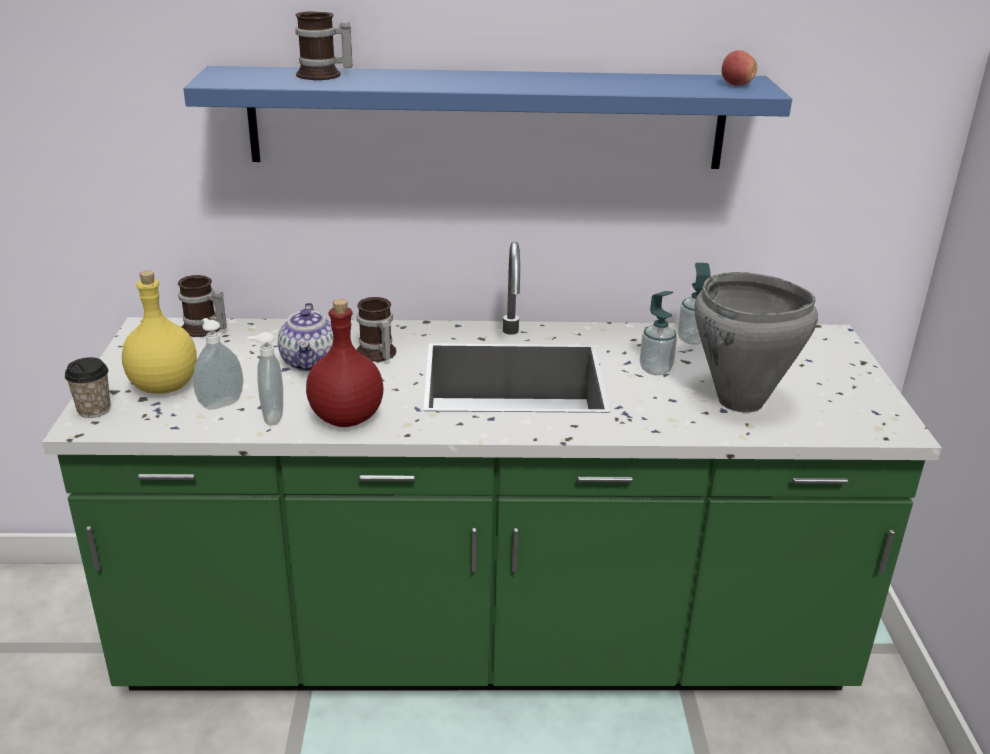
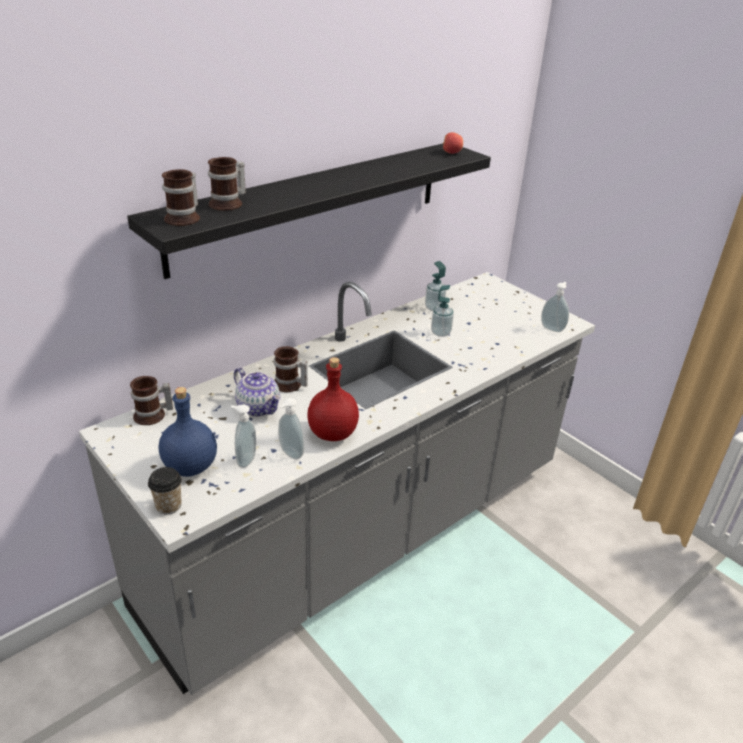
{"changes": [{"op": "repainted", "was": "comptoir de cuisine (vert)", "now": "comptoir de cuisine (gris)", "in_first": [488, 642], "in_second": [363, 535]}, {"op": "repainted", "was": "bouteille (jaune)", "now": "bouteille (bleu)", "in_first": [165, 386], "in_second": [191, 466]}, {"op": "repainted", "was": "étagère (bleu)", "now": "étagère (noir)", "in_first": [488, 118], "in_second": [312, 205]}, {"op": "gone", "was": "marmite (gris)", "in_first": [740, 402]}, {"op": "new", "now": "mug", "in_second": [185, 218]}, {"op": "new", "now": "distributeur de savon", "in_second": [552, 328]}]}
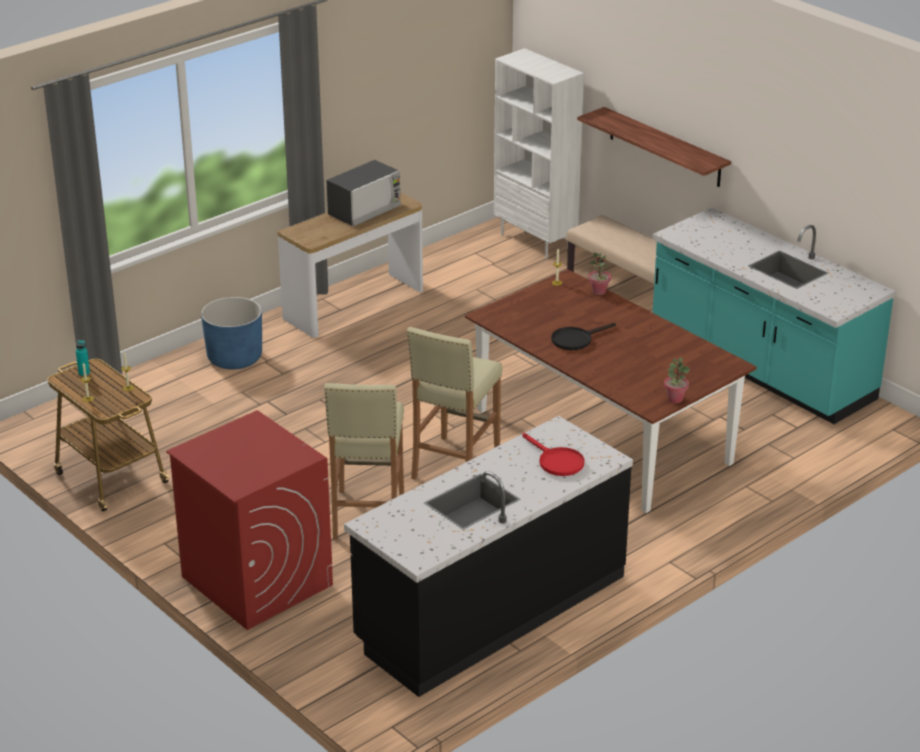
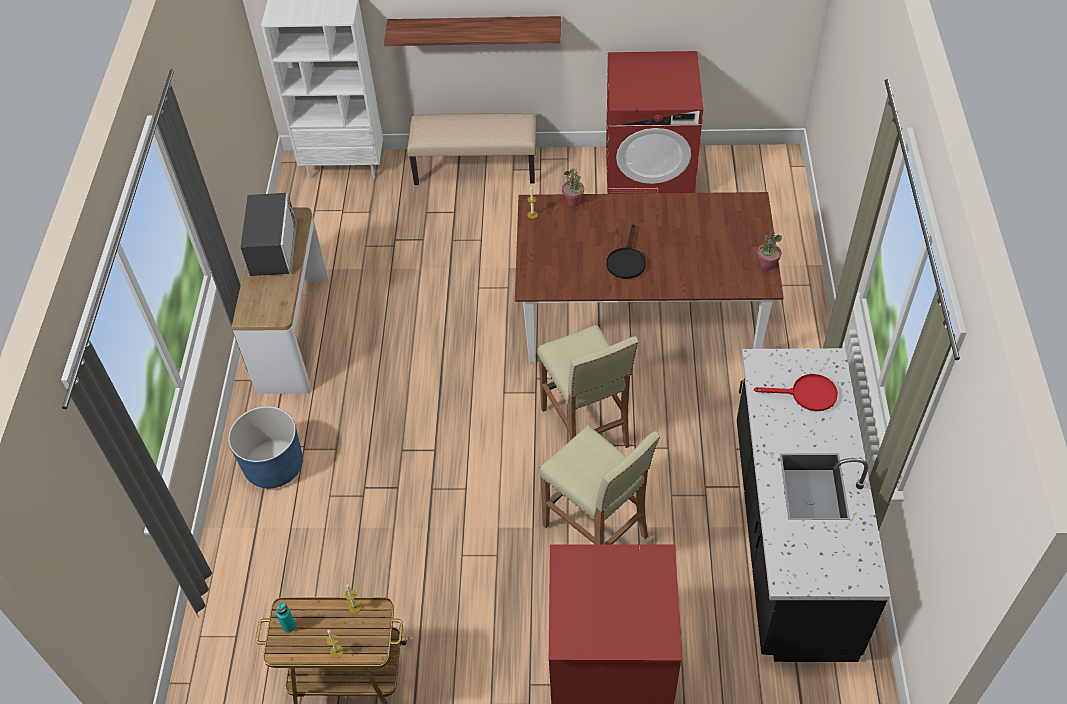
{"changes": [{"op": "swapped", "was": "comptoir de cuisine (turquoise)", "now": "lave-linge (rouge)", "in_first": [760, 367], "in_second": [649, 174]}]}
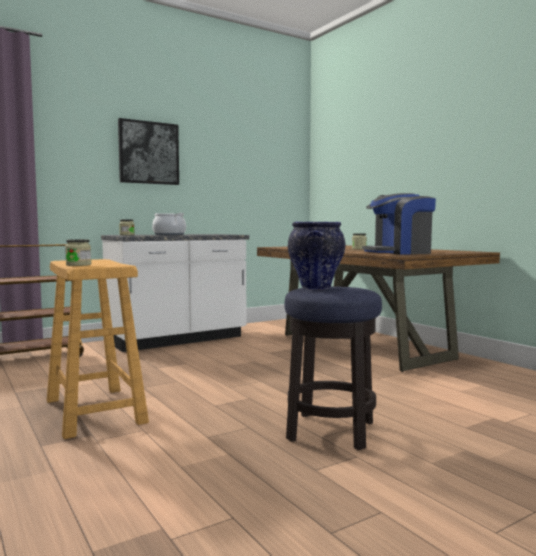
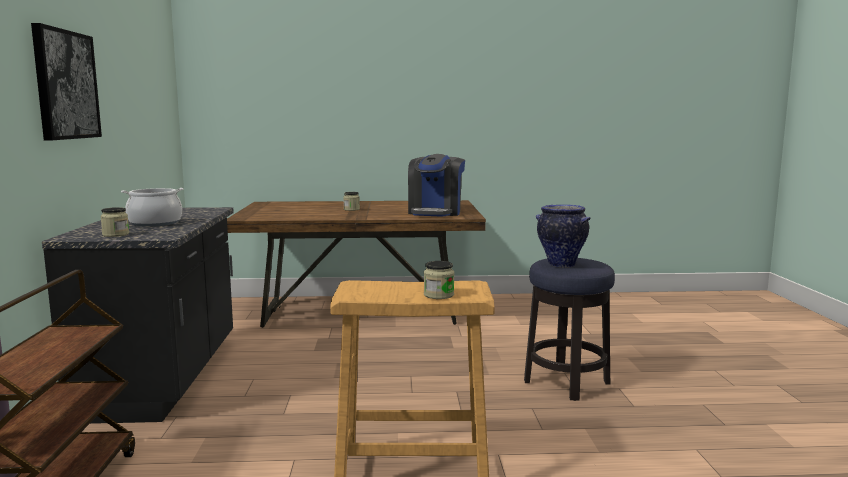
{"changes": [{"op": "repainted", "was": "comptoir de cuisine (blanc)", "now": "comptoir de cuisine (noir)", "in_first": [177, 340], "in_second": [164, 378]}]}
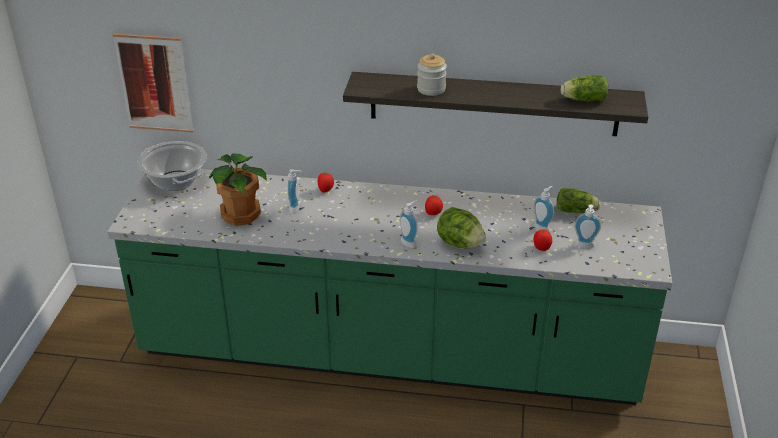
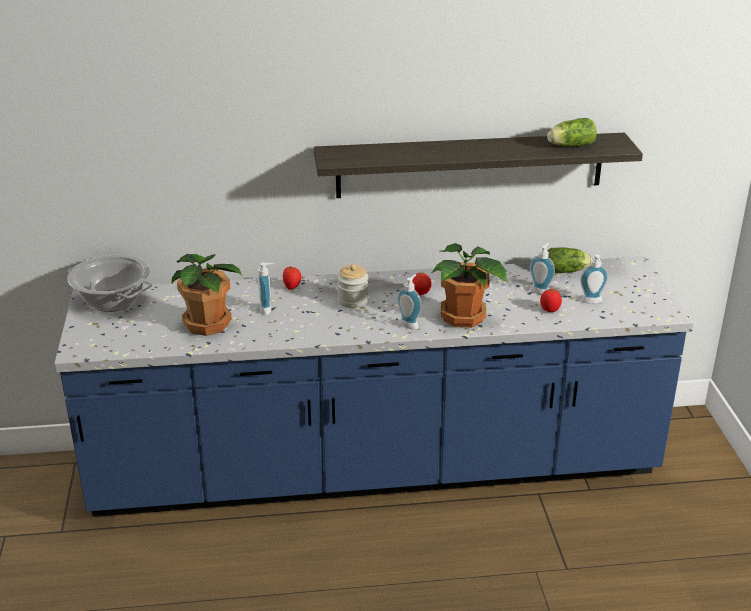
{"changes": [{"op": "repainted", "was": "comptoir de cuisine (vert)", "now": "comptoir de cuisine (bleu)", "in_first": [389, 356], "in_second": [375, 471]}, {"op": "gone", "was": "tableau", "in_first": [154, 83]}, {"op": "shifted", "was": "bocal", "in_first": [431, 89], "in_second": [353, 301]}, {"op": "swapped", "was": "laitue", "now": "plante en pot", "in_first": [460, 243], "in_second": [464, 318]}]}
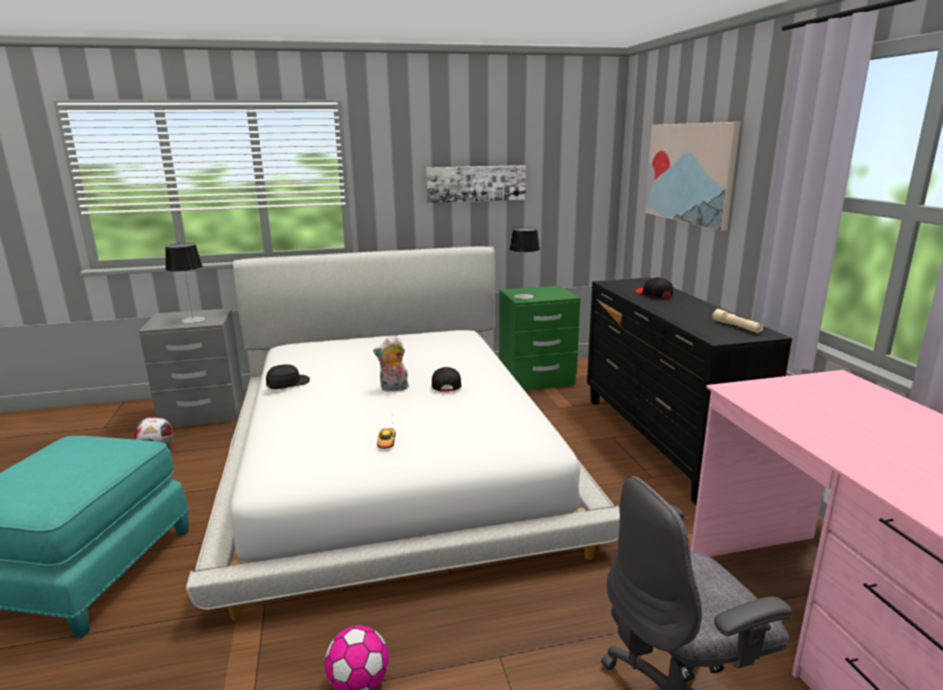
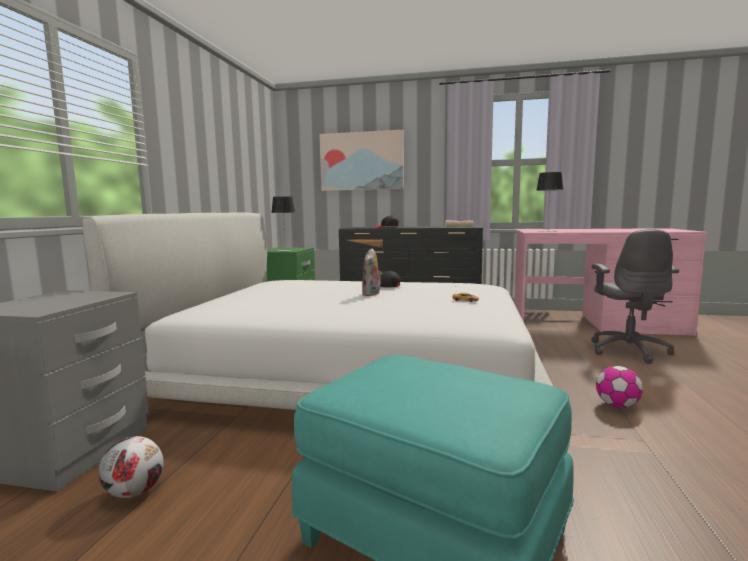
{"changes": [{"op": "shifted", "was": "lampe de table", "in_first": [193, 320], "in_second": [547, 231]}, {"op": "gone", "was": "casquette (noir)", "in_first": [287, 383]}, {"op": "gone", "was": "tableau", "in_first": [476, 183]}]}
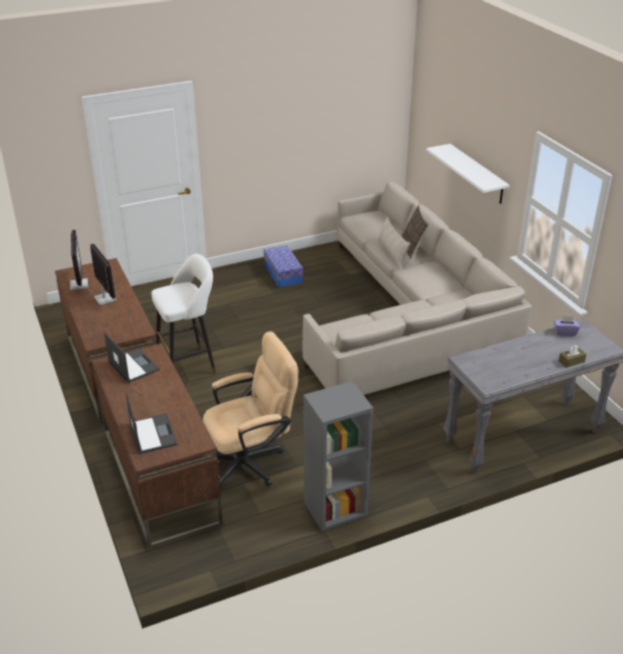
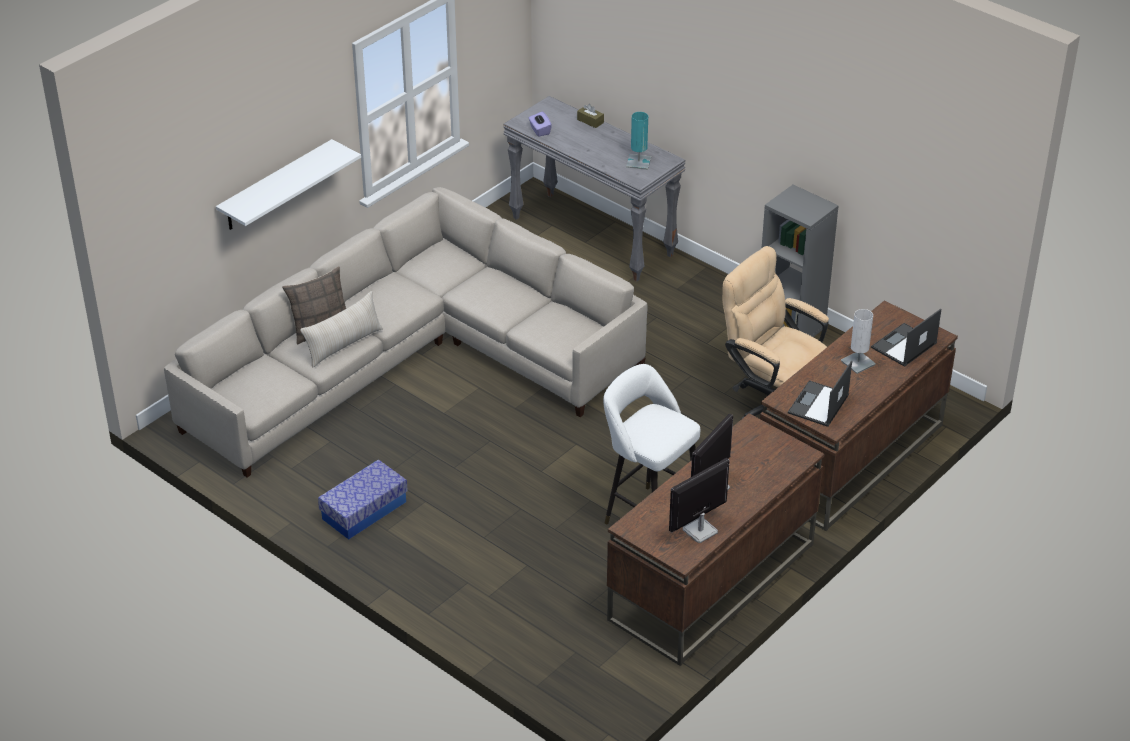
{"changes": [{"op": "new", "now": "lampe de table (turquoise)", "in_second": [638, 162]}, {"op": "new", "now": "lampe de table (blanc)", "in_second": [858, 363]}]}
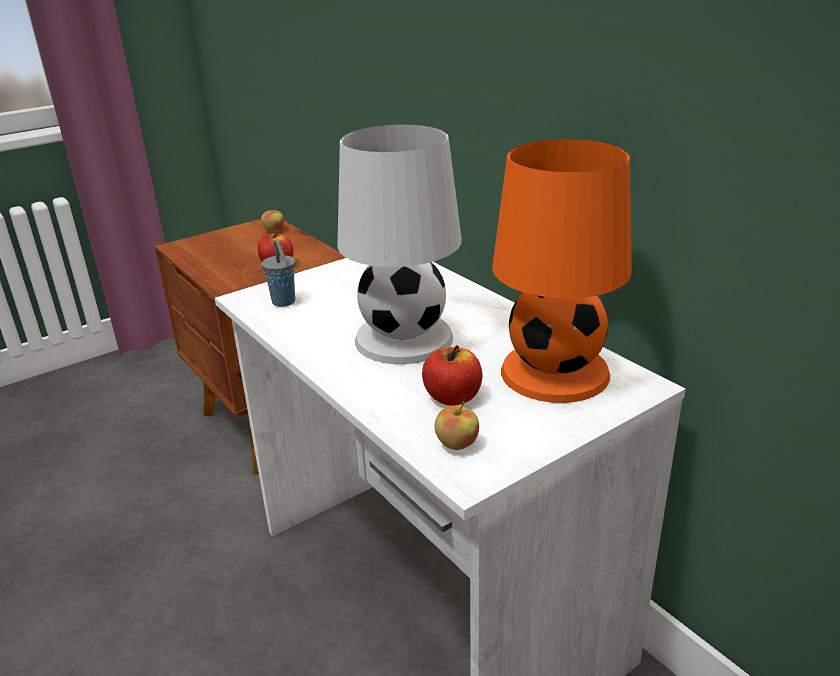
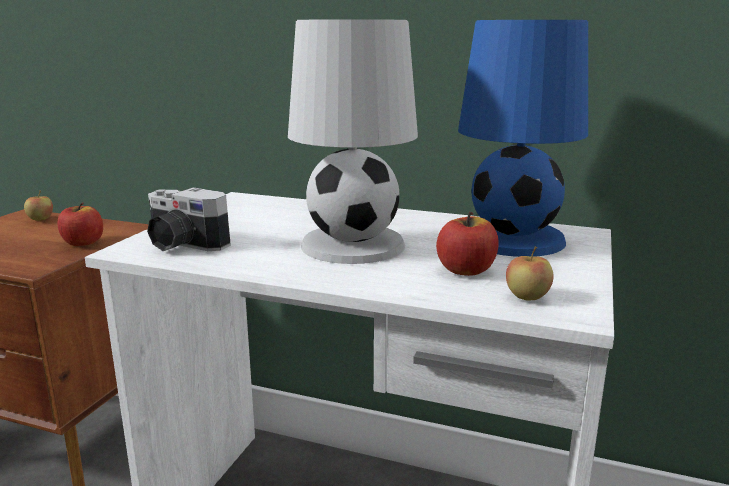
{"changes": [{"op": "swapped", "was": "tasse (gris)", "now": "appareil photo", "in_first": [284, 302], "in_second": [182, 245]}, {"op": "repainted", "was": "lampe de table (orange)", "now": "lampe de table (bleu)", "in_first": [553, 372], "in_second": [511, 239]}]}
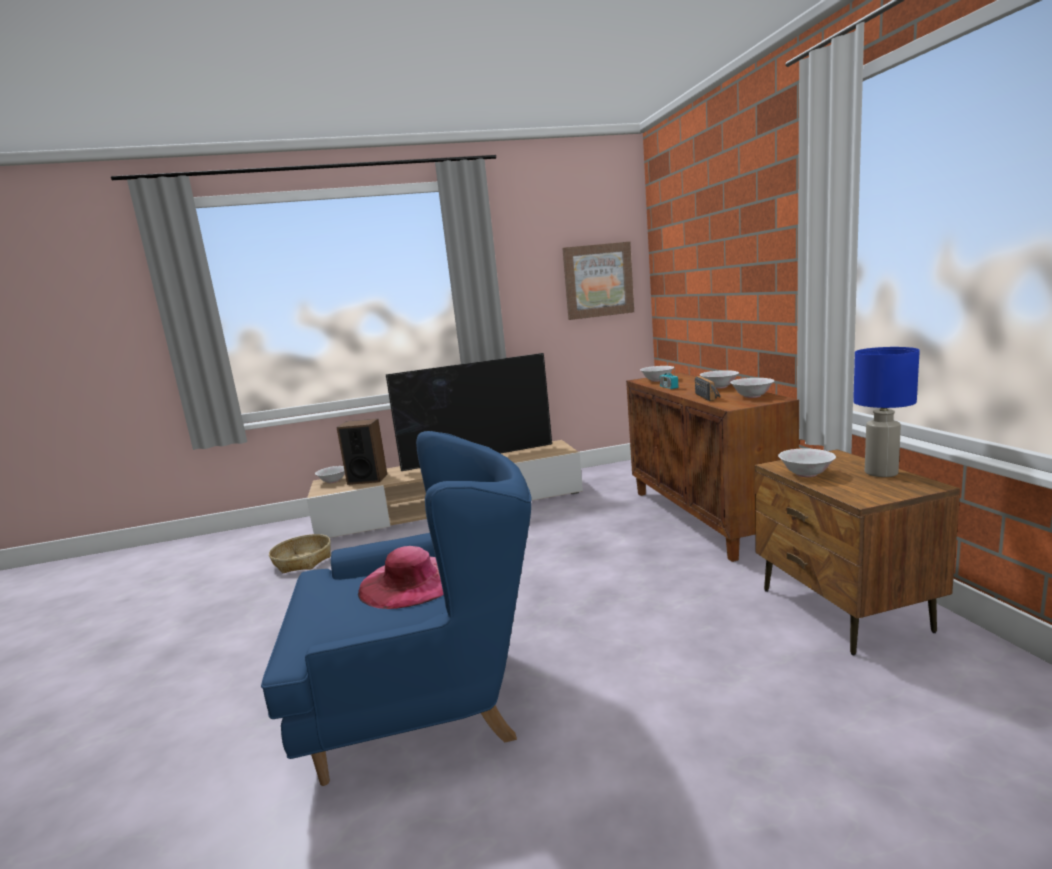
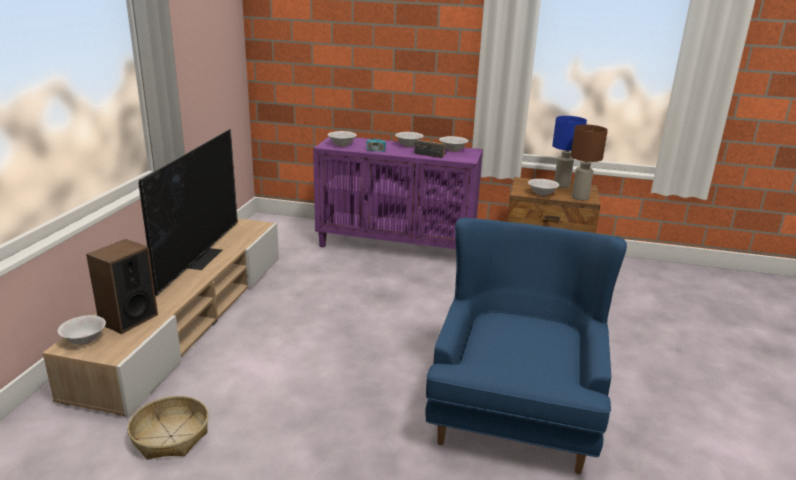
{"changes": [{"op": "gone", "was": "chapeau (rose)", "in_first": [409, 582]}, {"op": "gone", "was": "tableau", "in_first": [598, 280]}, {"op": "repainted", "was": "meuble de rangement (marron)", "now": "meuble de rangement (violet)", "in_first": [705, 517], "in_second": [397, 246]}, {"op": "new", "now": "lampe de table (marron)", "in_second": [579, 197]}]}
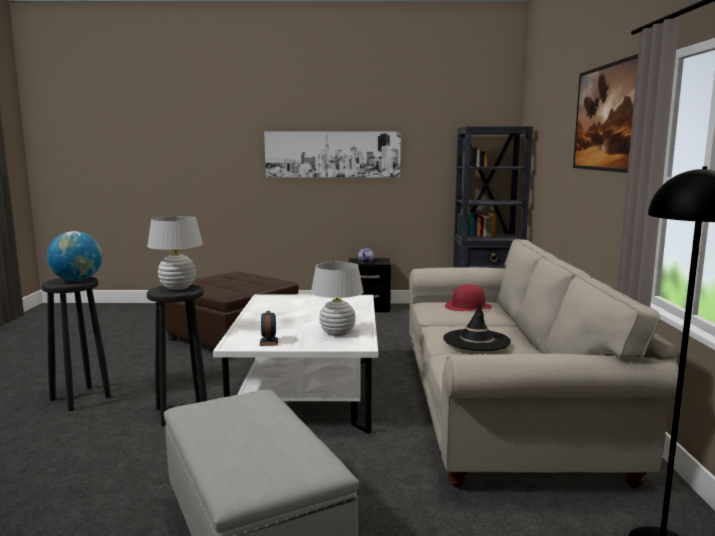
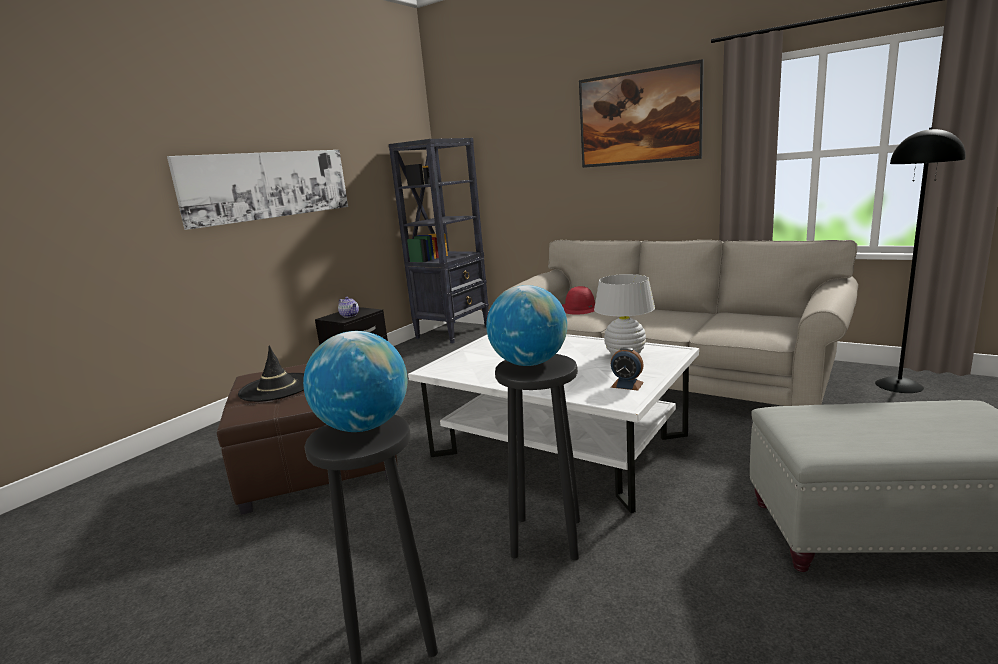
{"changes": [{"op": "swapped", "was": "lampe de table (blanc)", "now": "globe", "in_first": [178, 288], "in_second": [529, 363]}, {"op": "shifted", "was": "chapeau (noir)", "in_first": [476, 340], "in_second": [277, 387]}]}
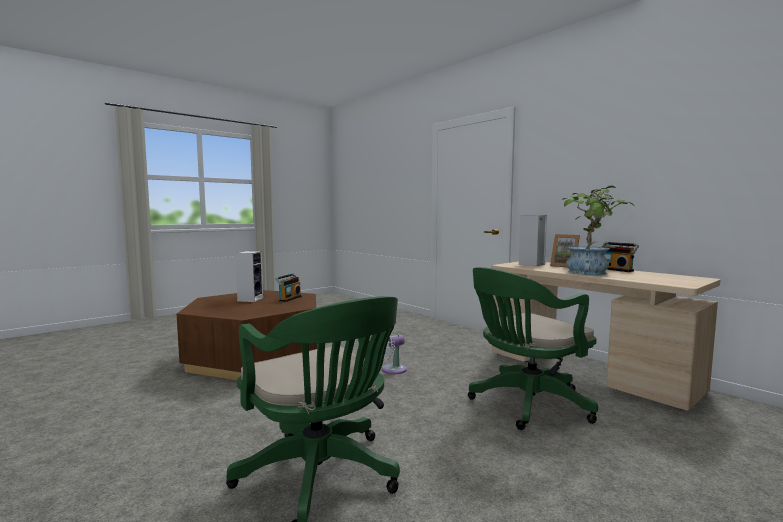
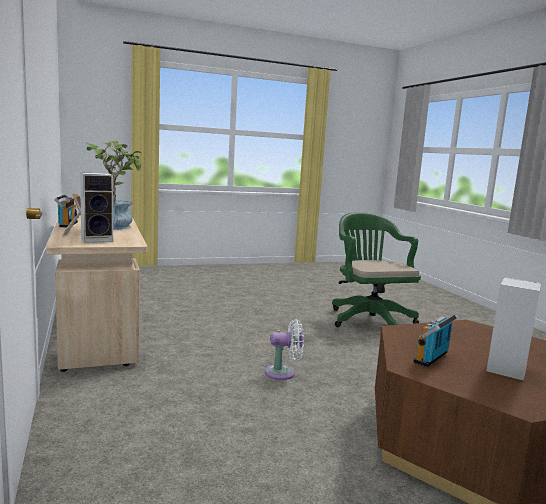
{"changes": [{"op": "gone", "was": "chaise de bureau (vert)", "in_first": [526, 404]}]}
